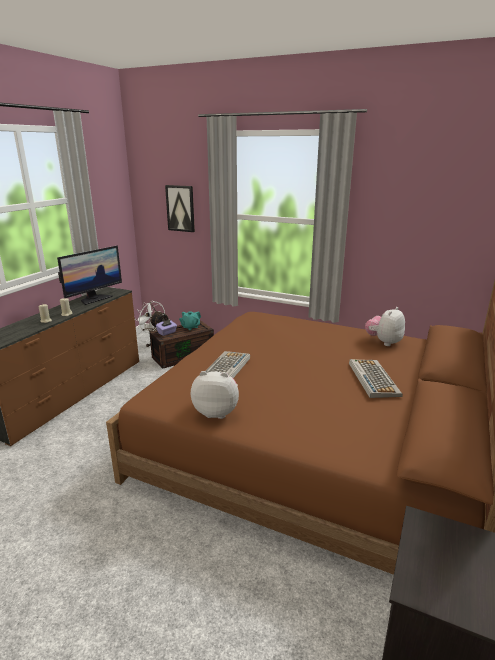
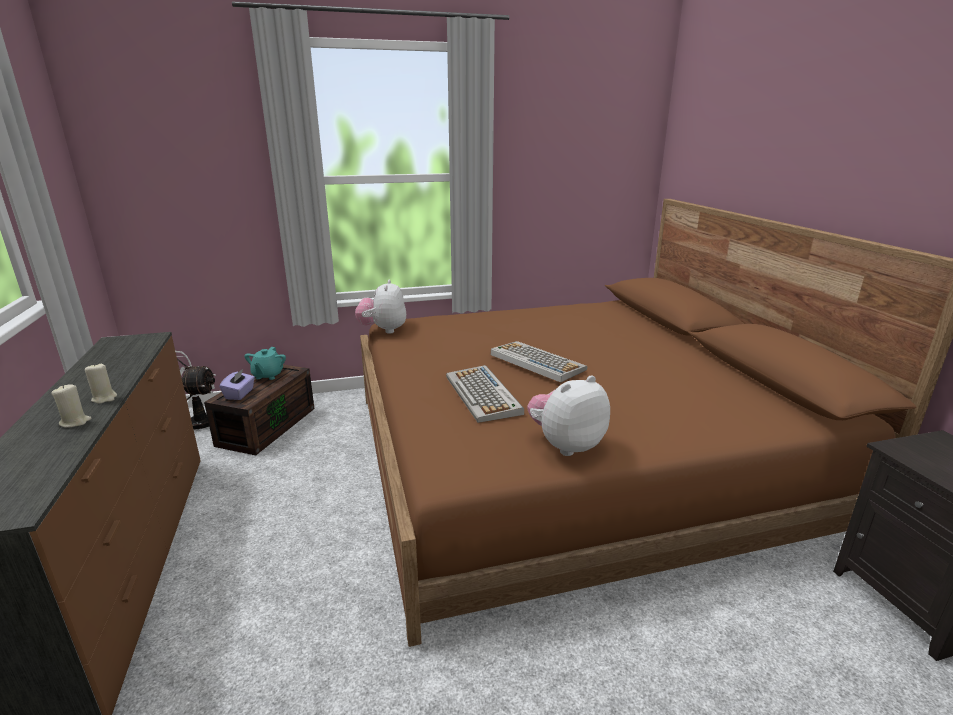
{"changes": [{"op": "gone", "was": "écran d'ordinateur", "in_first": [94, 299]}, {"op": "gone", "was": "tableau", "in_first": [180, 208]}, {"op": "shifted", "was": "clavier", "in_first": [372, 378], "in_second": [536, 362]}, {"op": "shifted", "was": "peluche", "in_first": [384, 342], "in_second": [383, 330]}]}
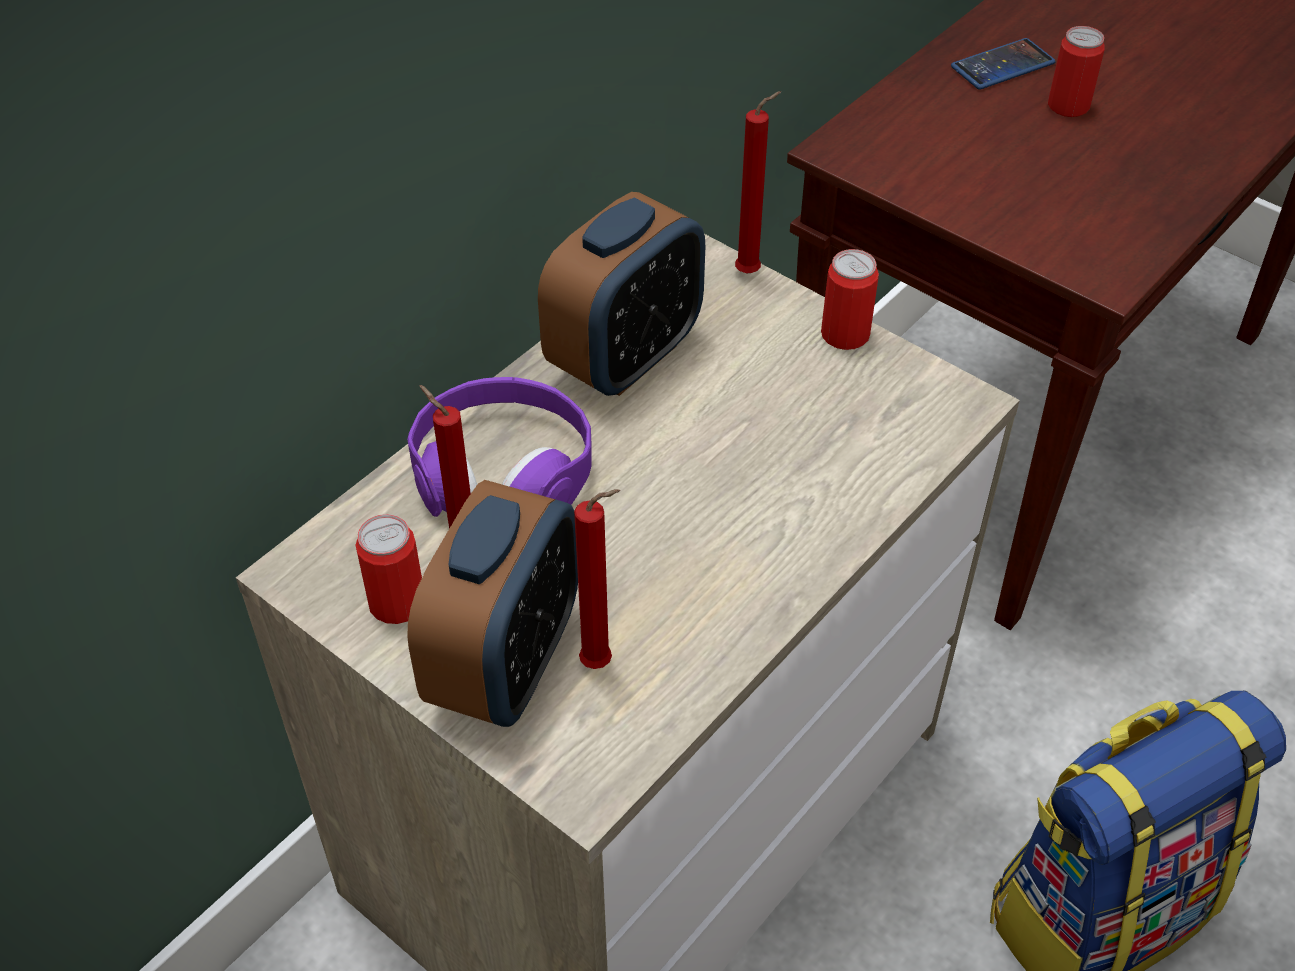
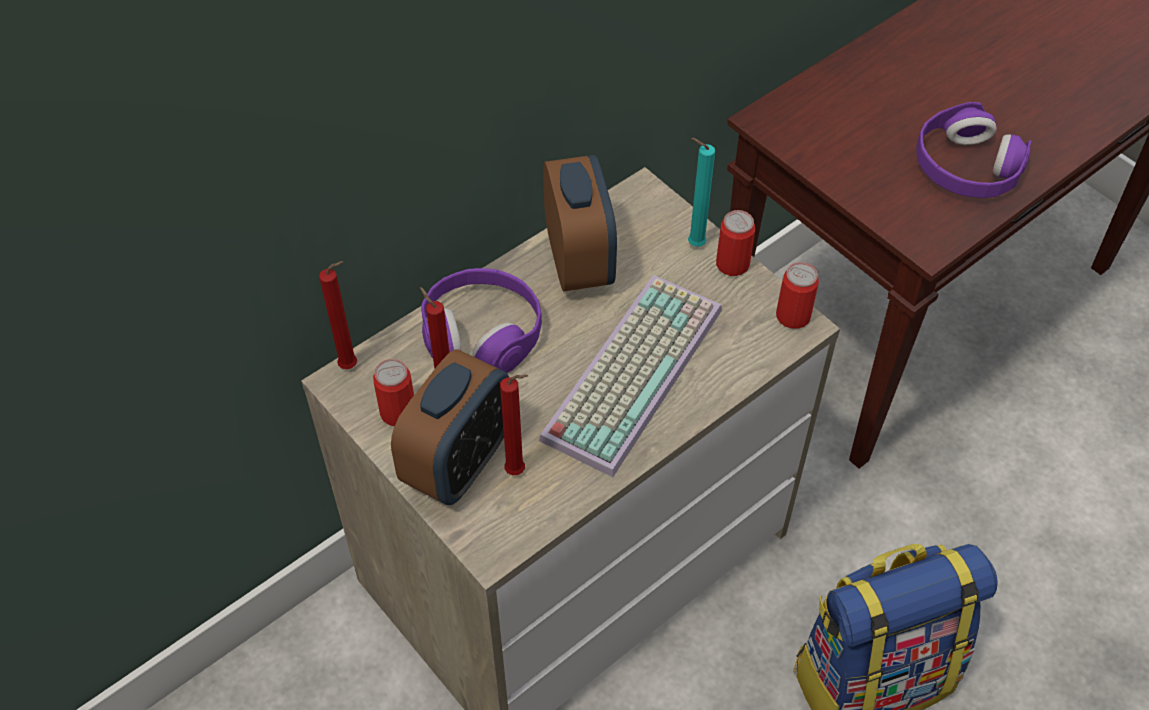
{"changes": [{"op": "rotated", "was": "réveil", "in_first": [625, 357], "in_second": [579, 261], "clockwise": -60}, {"op": "shifted", "was": "bougie (rouge)", "in_first": [751, 272], "in_second": [352, 366]}, {"op": "gone", "was": "téléphone", "in_first": [1002, 65]}, {"op": "shifted", "was": "boîte métallique", "in_first": [1068, 106], "in_second": [793, 316]}, {"op": "new", "now": "clavier", "in_second": [631, 369]}, {"op": "new", "now": "bougie (turquoise)", "in_second": [693, 244]}, {"op": "new", "now": "casque audio (violet)", "in_second": [966, 166]}]}
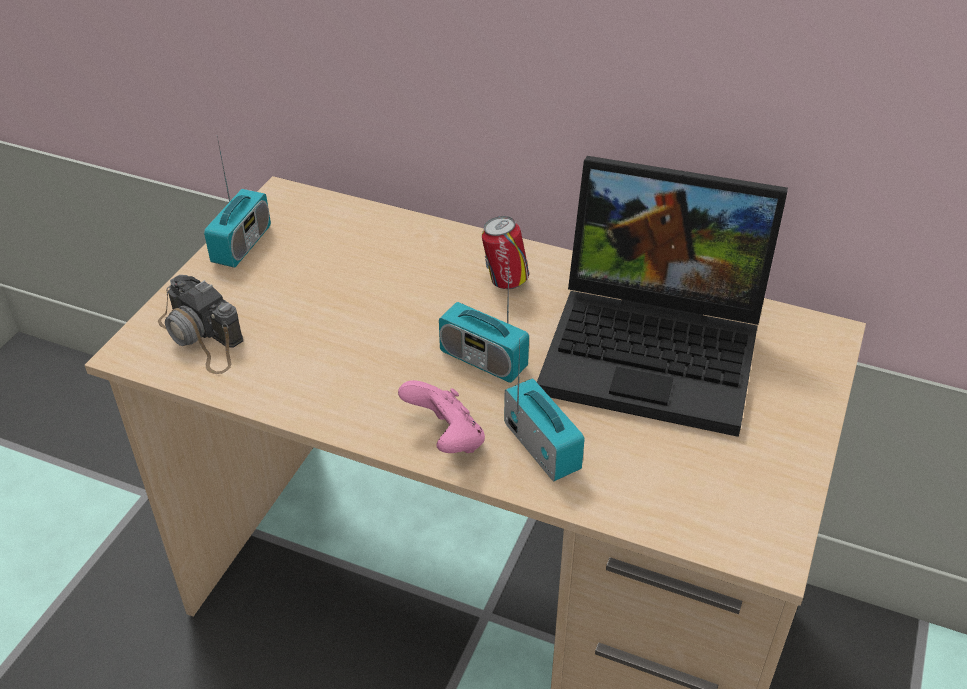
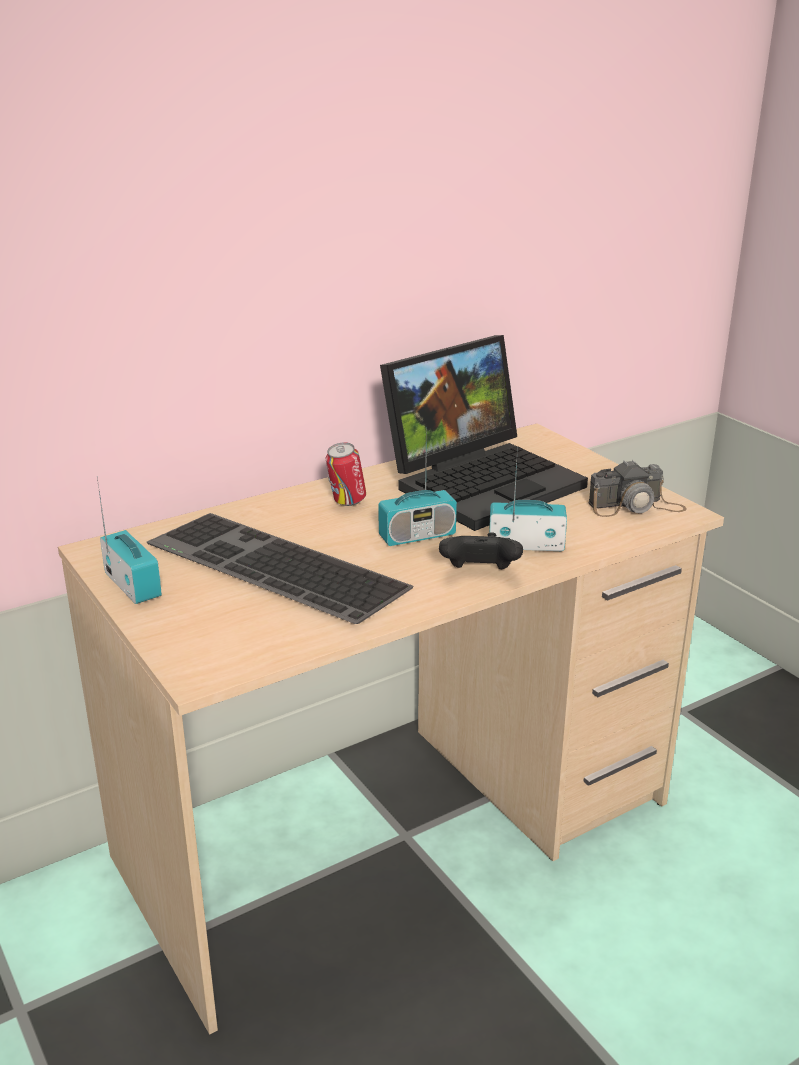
{"changes": [{"op": "shifted", "was": "appareil photo", "in_first": [202, 337], "in_second": [636, 506]}, {"op": "repainted", "was": "manette (rose)", "now": "manette (noir)", "in_first": [446, 439], "in_second": [479, 574]}, {"op": "new", "now": "clavier", "in_second": [270, 567]}]}
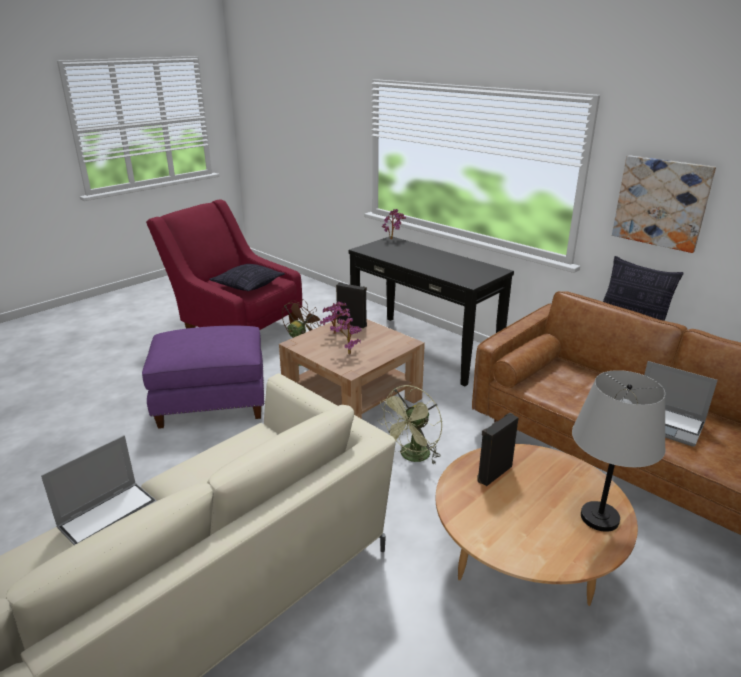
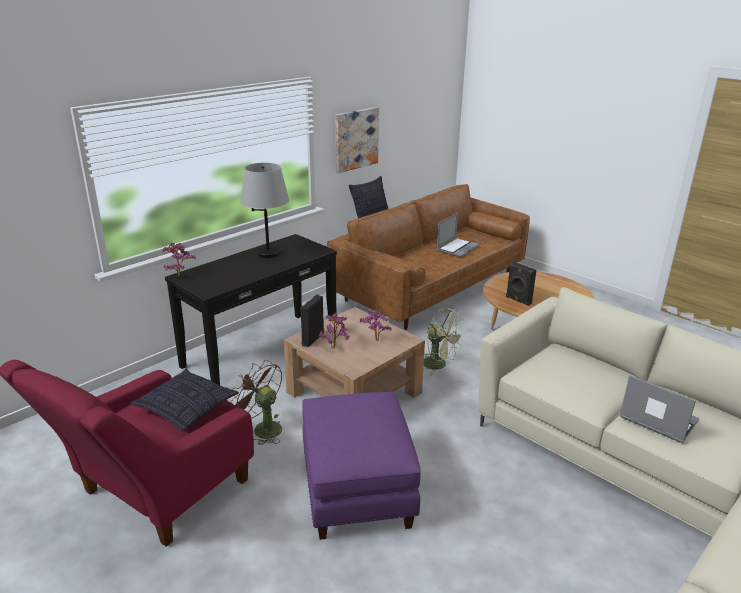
{"changes": [{"op": "shifted", "was": "lampe de table (gris)", "in_first": [600, 518], "in_second": [268, 253]}]}
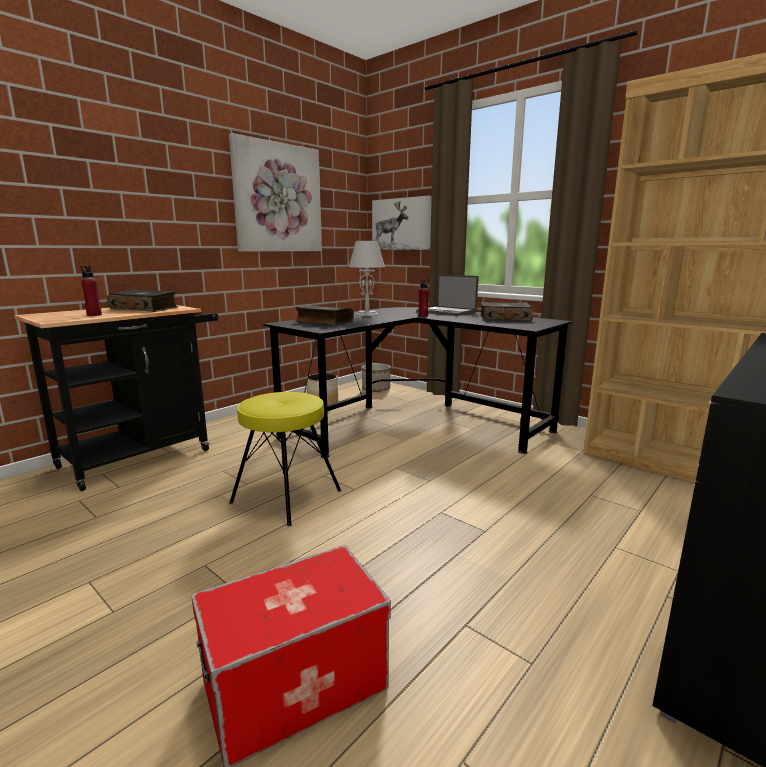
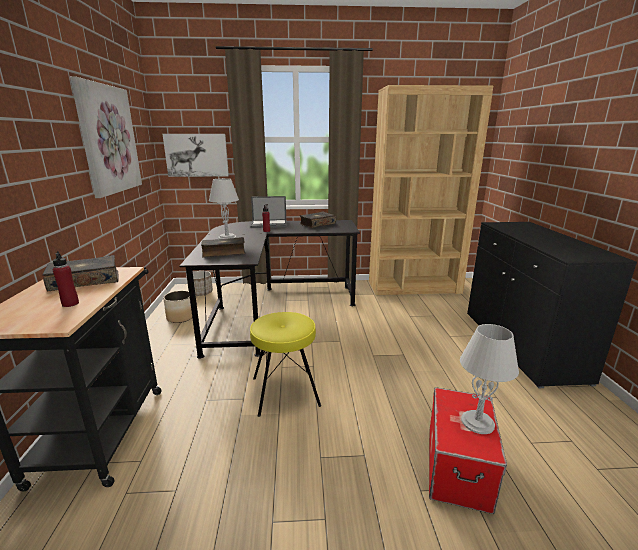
{"changes": [{"op": "new", "now": "lampe de table (gris)", "in_second": [478, 422]}]}
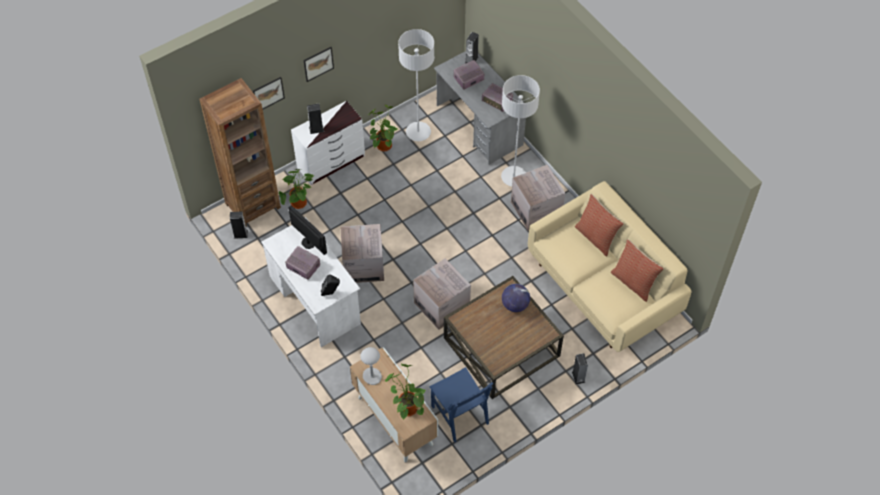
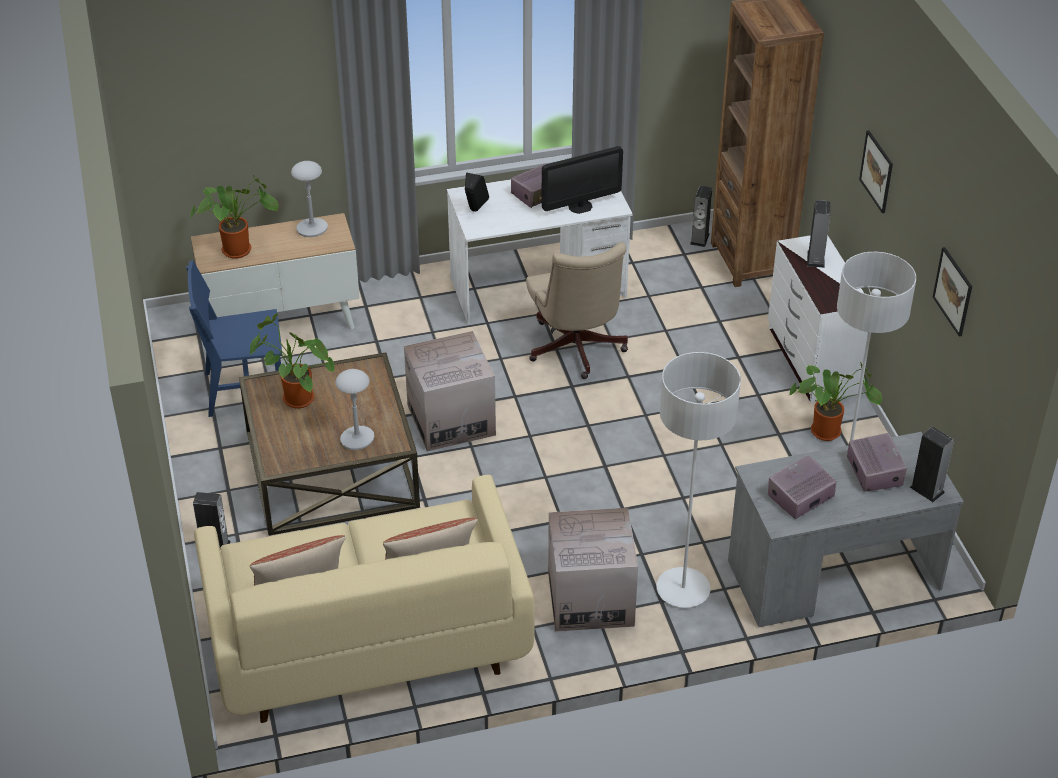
{"changes": [{"op": "shifted", "was": "tableau", "in_first": [268, 94], "in_second": [953, 291]}, {"op": "shifted", "was": "plante en pot", "in_first": [299, 204], "in_second": [294, 399]}, {"op": "swapped", "was": "carton", "now": "chaise de bureau (beige)", "in_first": [363, 265], "in_second": [576, 351]}, {"op": "swapped", "was": "globe", "now": "lampe de table (gris)", "in_first": [515, 305], "in_second": [357, 439]}]}
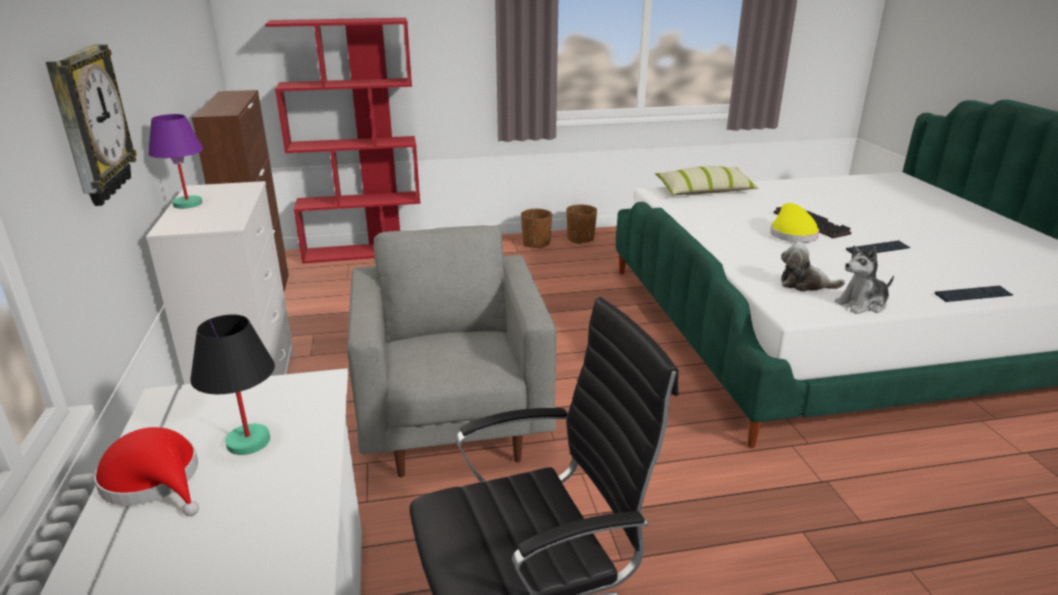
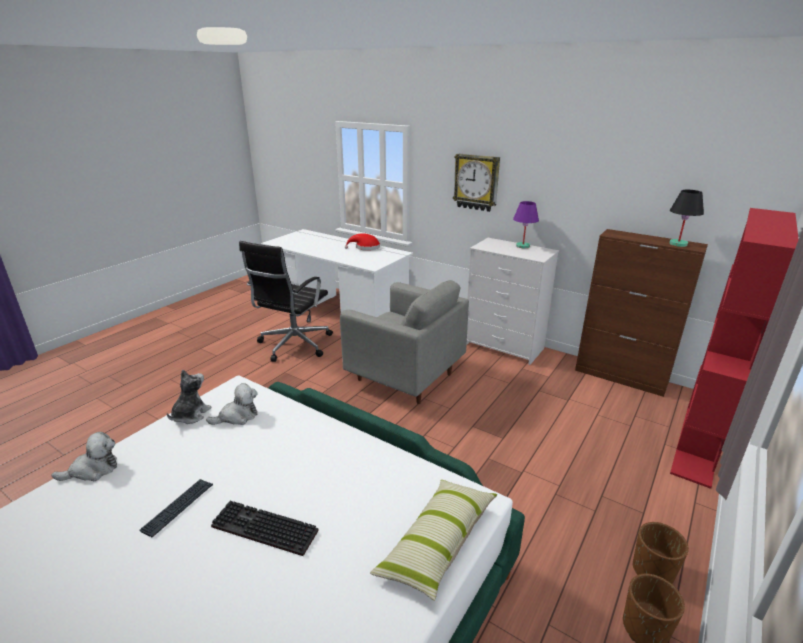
{"changes": [{"op": "shifted", "was": "lampe de table (noir)", "in_first": [247, 442], "in_second": [678, 244]}, {"op": "gone", "was": "chapeau (jaune)", "in_first": [791, 234]}, {"op": "swapped", "was": "clavier", "now": "peluche", "in_first": [973, 295], "in_second": [93, 470]}]}
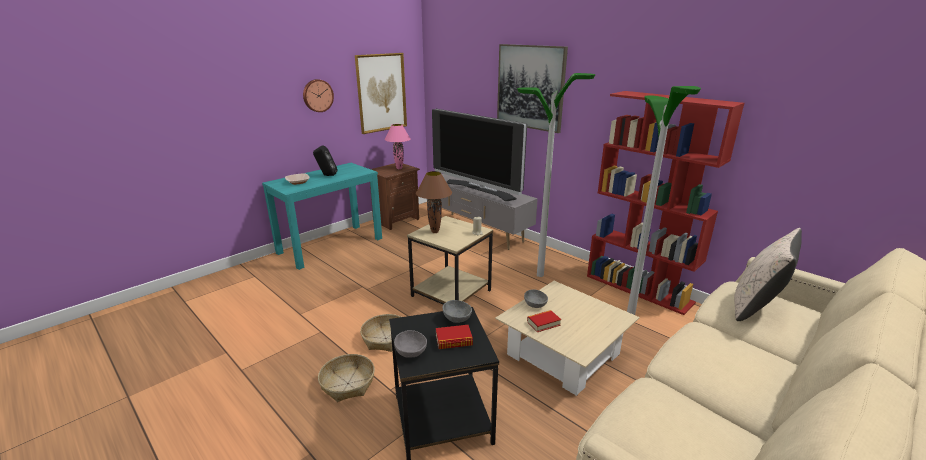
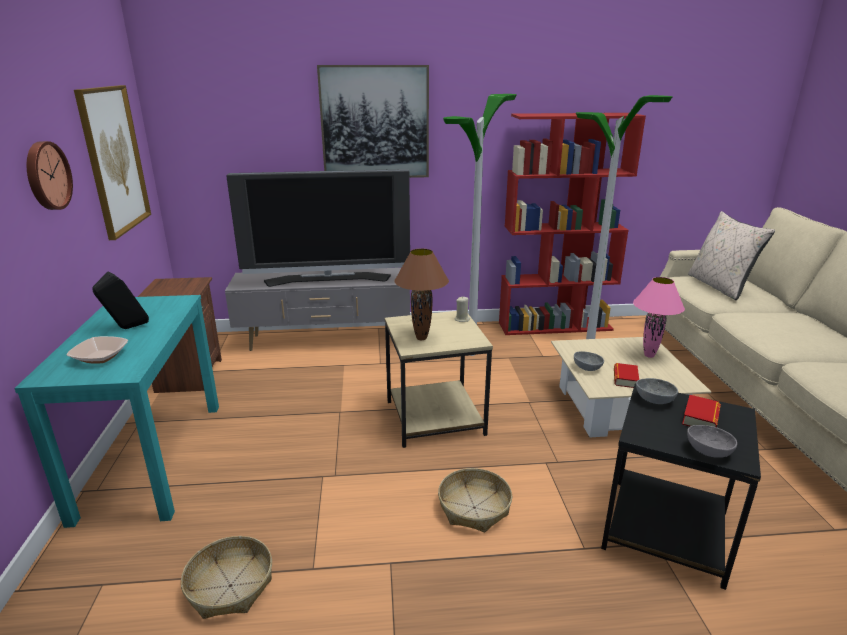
{"changes": [{"op": "shifted", "was": "panier", "in_first": [347, 383], "in_second": [230, 586]}, {"op": "shifted", "was": "lampe de table (rose)", "in_first": [399, 168], "in_second": [649, 355]}]}
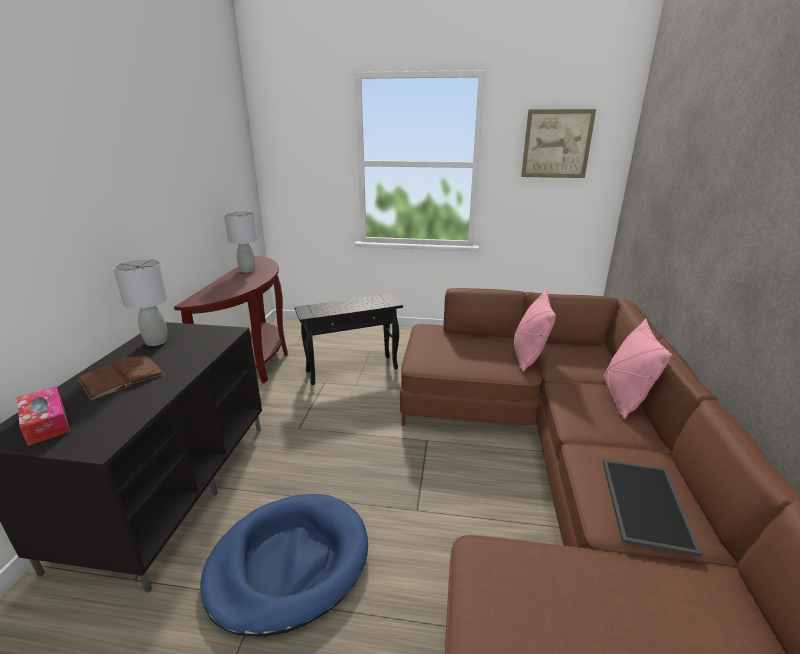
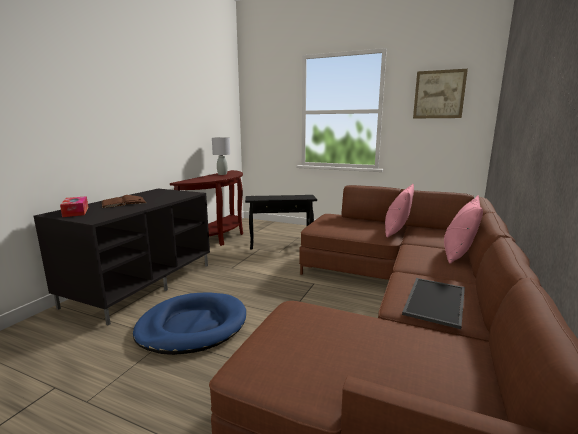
{"changes": [{"op": "gone", "was": "lampe de table (gris)", "in_first": [156, 342]}]}
